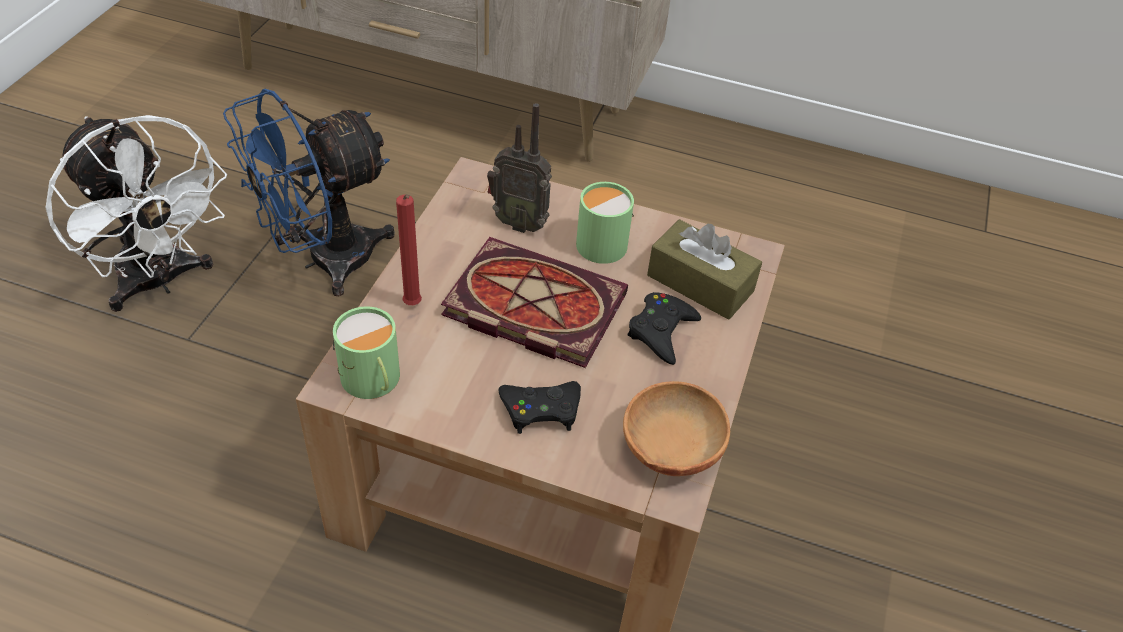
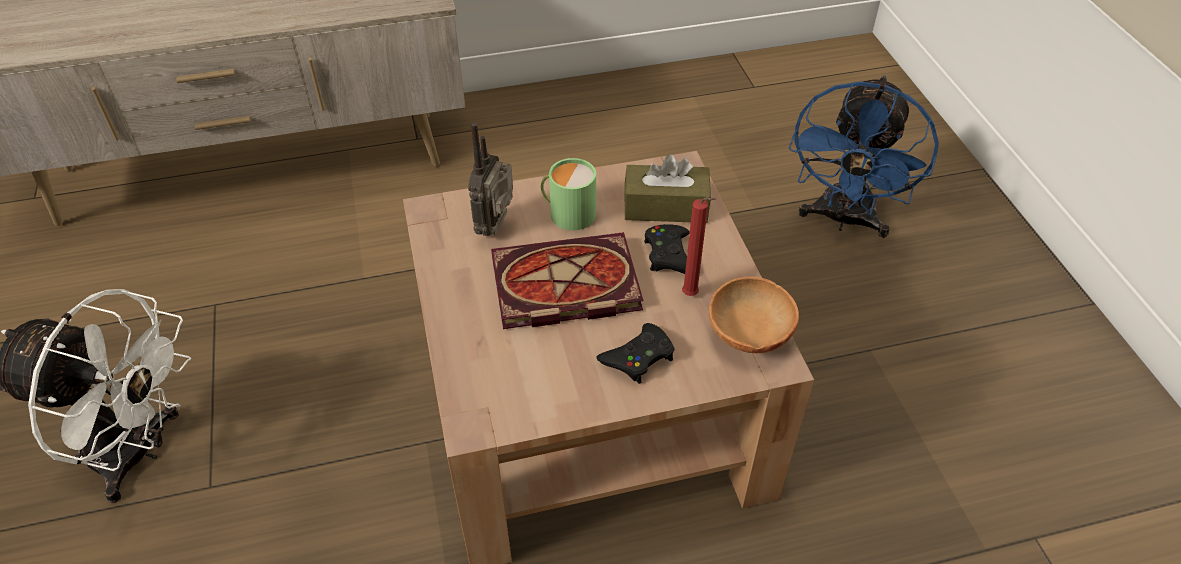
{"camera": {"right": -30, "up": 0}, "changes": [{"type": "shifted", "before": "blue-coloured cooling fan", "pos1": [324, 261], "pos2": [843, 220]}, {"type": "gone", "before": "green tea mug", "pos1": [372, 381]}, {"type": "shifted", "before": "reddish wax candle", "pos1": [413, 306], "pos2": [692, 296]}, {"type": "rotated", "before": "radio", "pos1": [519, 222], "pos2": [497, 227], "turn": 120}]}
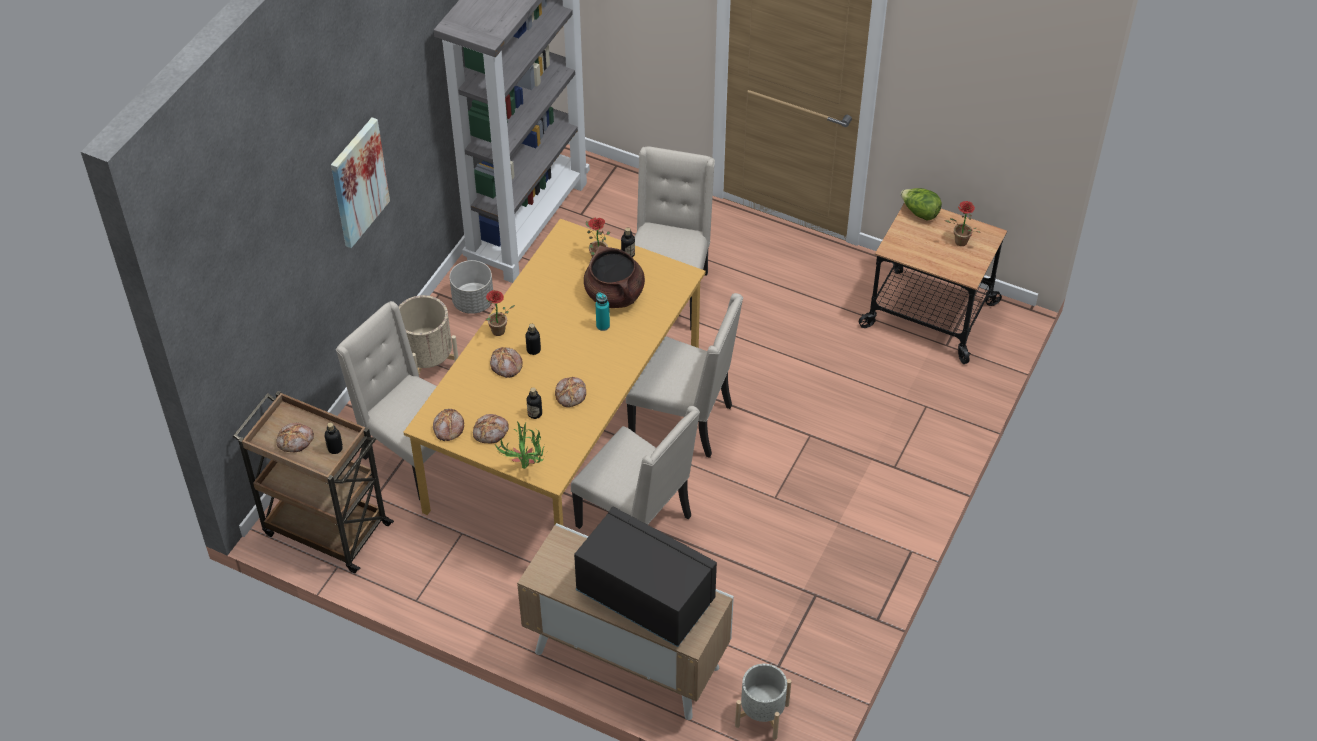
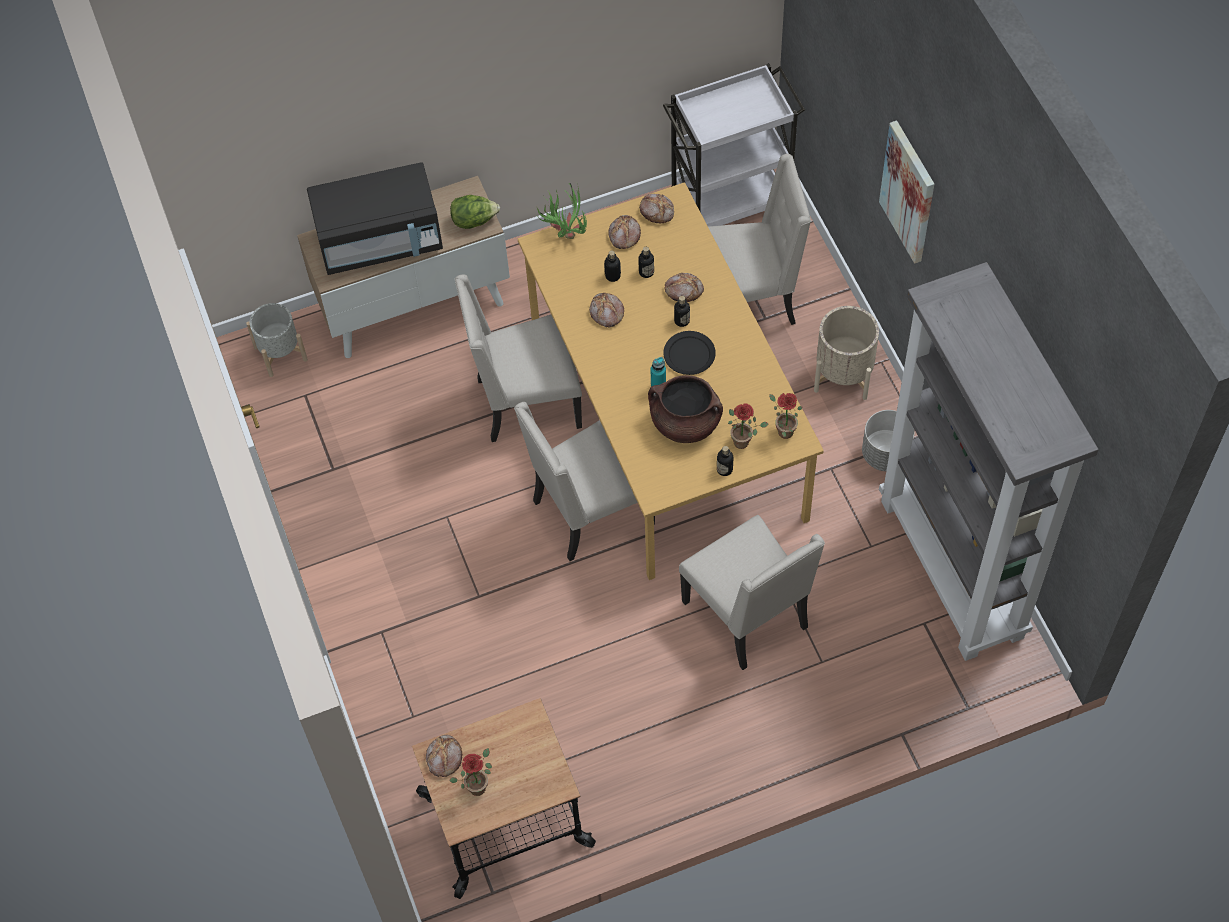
{"camera": {"right": 135, "up": 10}, "changes": [{"type": "repainted", "before": "brownish cart", "after": "whitish cart", "pos1": [325, 528], "pos2": [731, 200]}, {"type": "shifted", "before": "baked bread", "pos1": [296, 441], "pos2": [444, 758]}, {"type": "shifted", "before": "drink bottle", "pos1": [335, 448], "pos2": [646, 272]}, {"type": "shifted", "before": "houseplant", "pos1": [499, 333], "pos2": [782, 431]}, {"type": "shifted", "before": "lettuce head", "pos1": [919, 213], "pos2": [474, 220]}, {"type": "new", "after": "blackish plate", "pos2": [689, 354]}]}
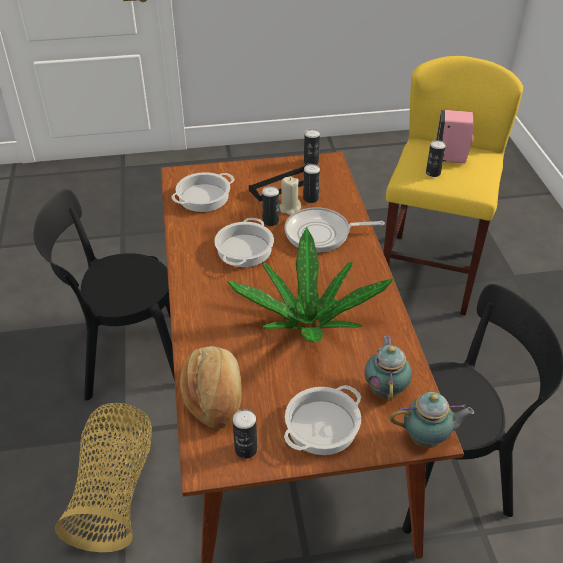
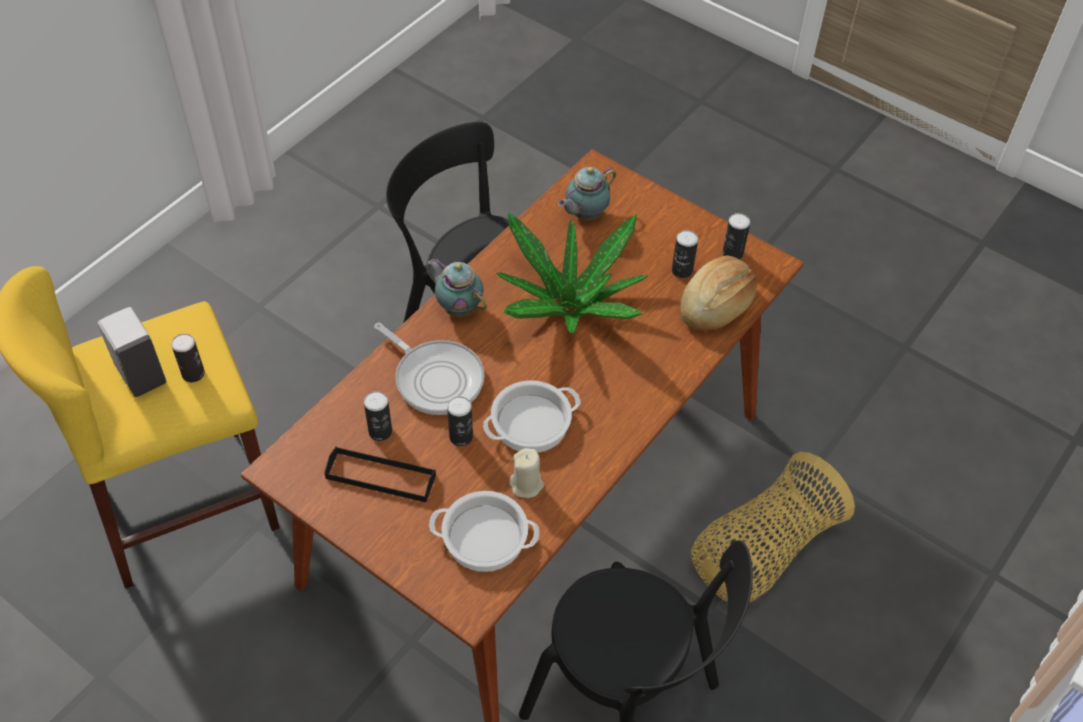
{"camera": {"right": -135, "up": 10}, "changes": [{"type": "shifted", "before": "sand-coloured wax candle", "pos1": [290, 208], "pos2": [526, 485]}, {"type": "gone", "before": "stockpot", "pos1": [322, 427]}, {"type": "shifted", "before": "can", "pos1": [311, 162], "pos2": [682, 270]}, {"type": "shifted", "before": "teapot", "pos1": [427, 438], "pos2": [458, 307]}, {"type": "repainted", "before": "pink soap dispenser", "after": "whitish soap dispenser", "pos1": [451, 159], "pos2": [140, 374]}]}
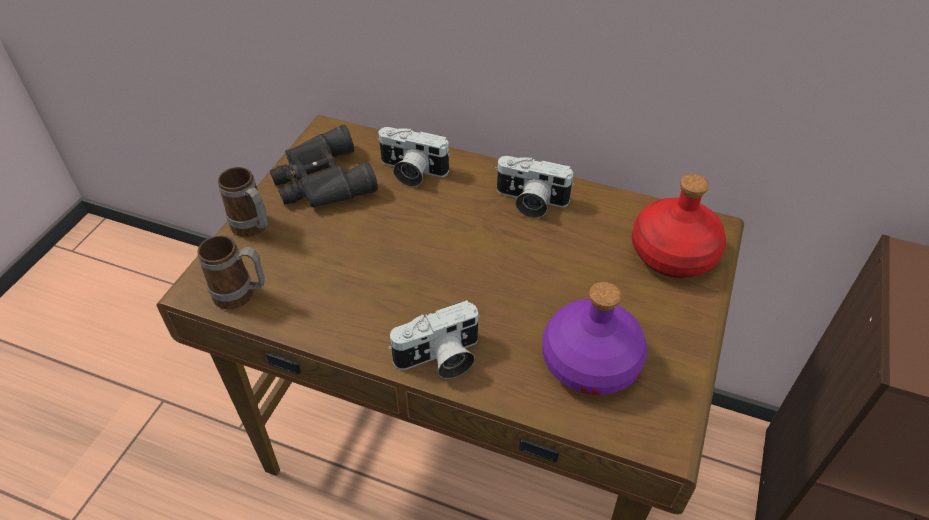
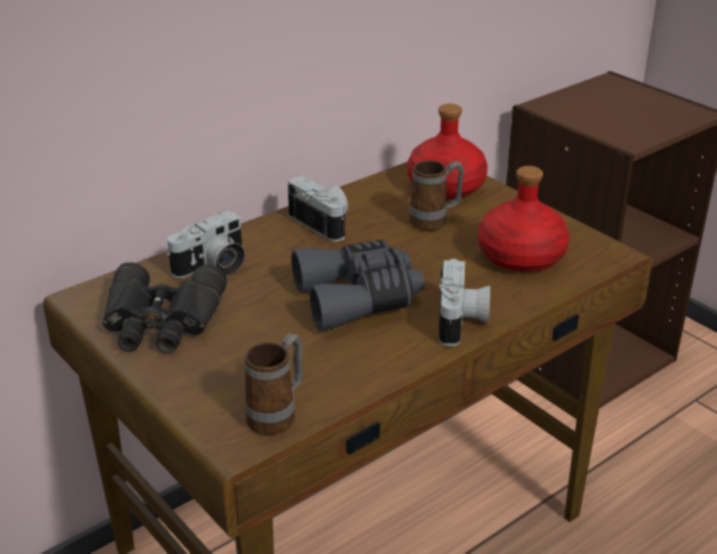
{"camera": {"right": -60, "up": -15}, "changes": [{"type": "shifted", "before": "tea mug", "pos1": [254, 229], "pos2": [435, 221]}, {"type": "rotated", "before": "photo camera", "pos1": [530, 202], "pos2": [324, 223], "turn": -90}, {"type": "repainted", "before": "purple drink bottle", "after": "reddish drink bottle", "pos1": [591, 362], "pos2": [522, 256]}, {"type": "new", "after": "gray binoculars", "pos2": [359, 298]}]}
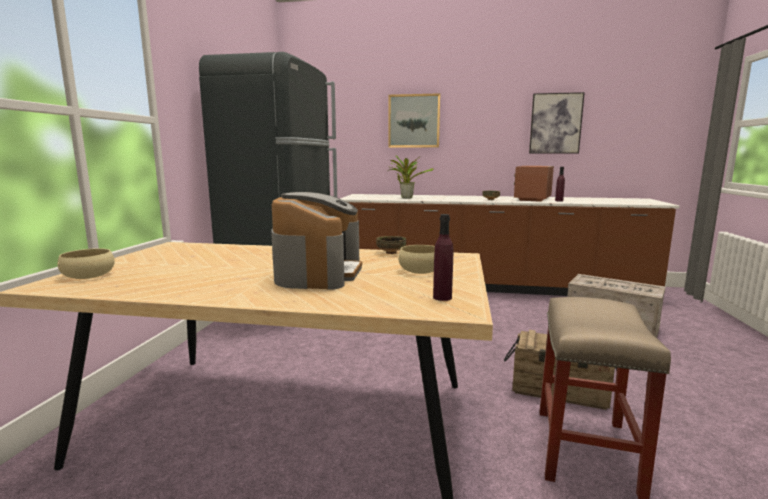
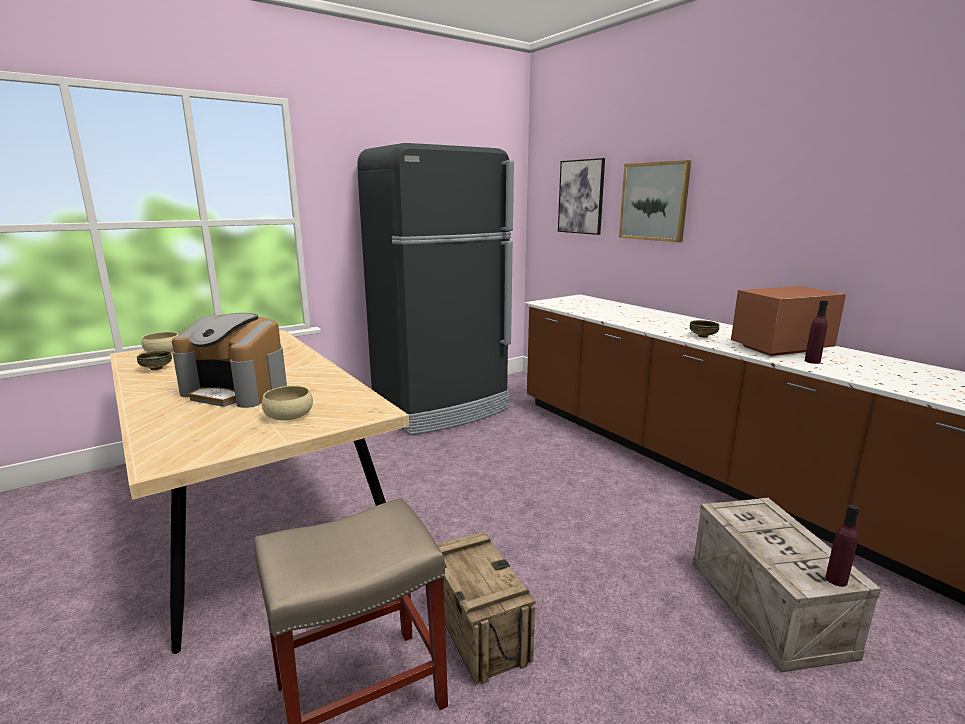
{"camera": {"right": 45, "up": 5}, "changes": [{"type": "rotated", "before": "coffee machine", "pos1": [319, 273], "pos2": [237, 391], "turn": 60}, {"type": "shifted", "before": "bowl", "pos1": [390, 253], "pos2": [156, 368]}, {"type": "gone", "before": "houseplant", "pos1": [406, 197]}, {"type": "shifted", "before": "purple drink bottle", "pos1": [442, 297], "pos2": [836, 580]}, {"type": "shifted", "before": "picture", "pos1": [555, 123], "pos2": [581, 197]}]}
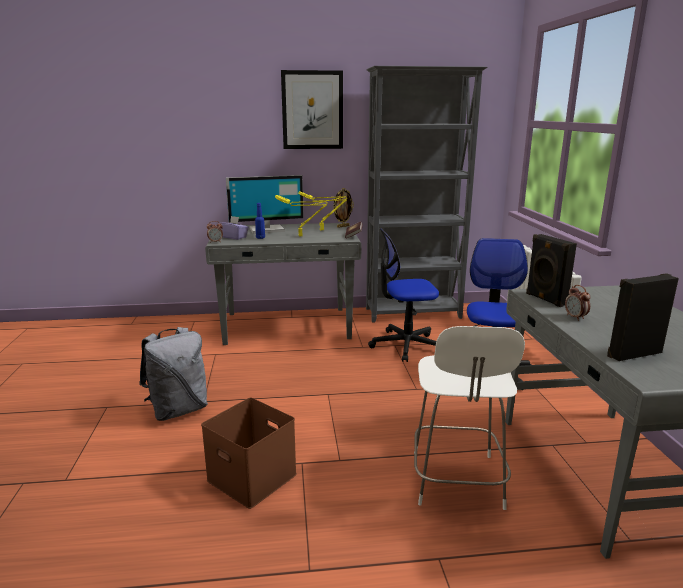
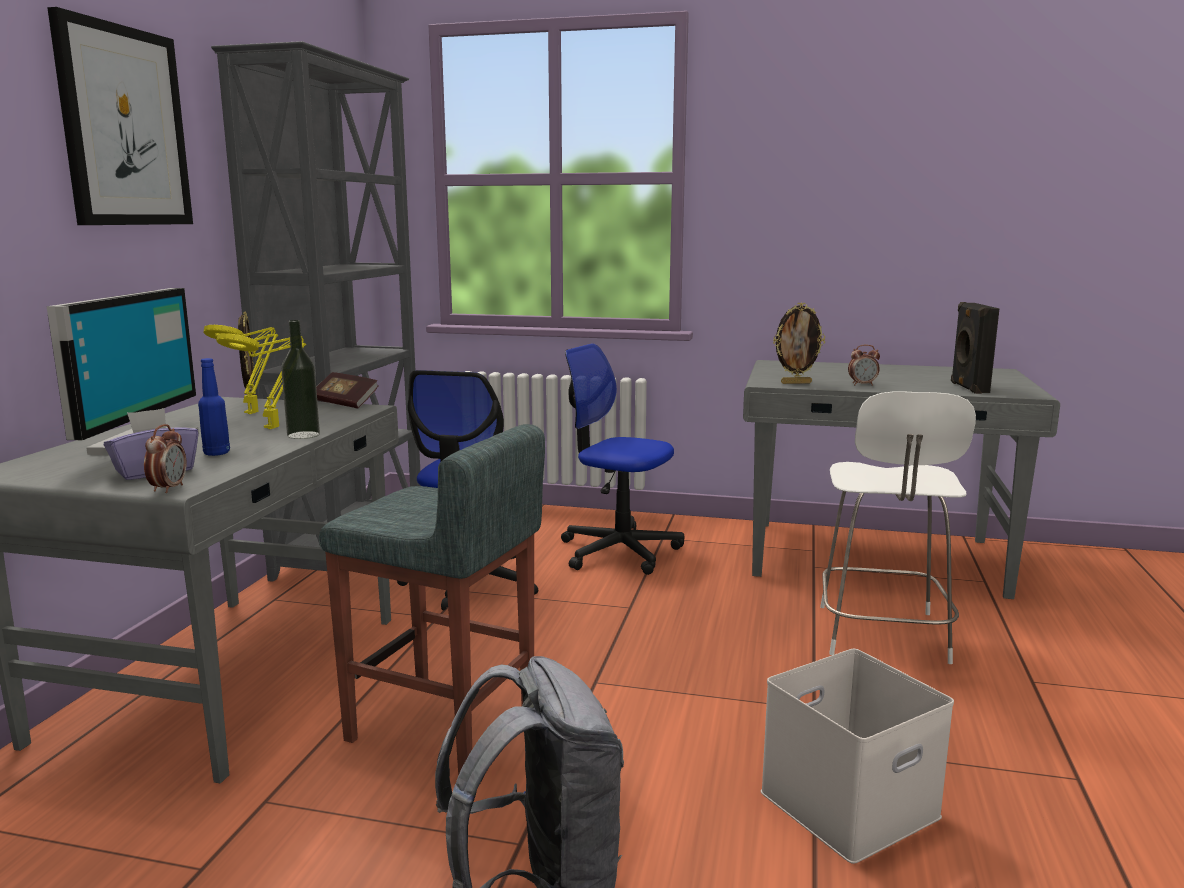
{"camera": {"right": -70, "up": -5}, "changes": [{"type": "repainted", "before": "brownish storage bin", "after": "whitish storage bin", "pos1": [254, 477], "pos2": [848, 801]}, {"type": "rotated", "before": "whitish chair", "pos1": [457, 482], "pos2": [882, 636], "turn": 75}, {"type": "swapped", "before": "blackish speaker", "after": "picture frame", "pos1": [544, 299], "pos2": [796, 383]}, {"type": "new", "after": "drink bottle", "pos2": [303, 435]}, {"type": "new", "after": "gray stool", "pos2": [444, 725]}]}
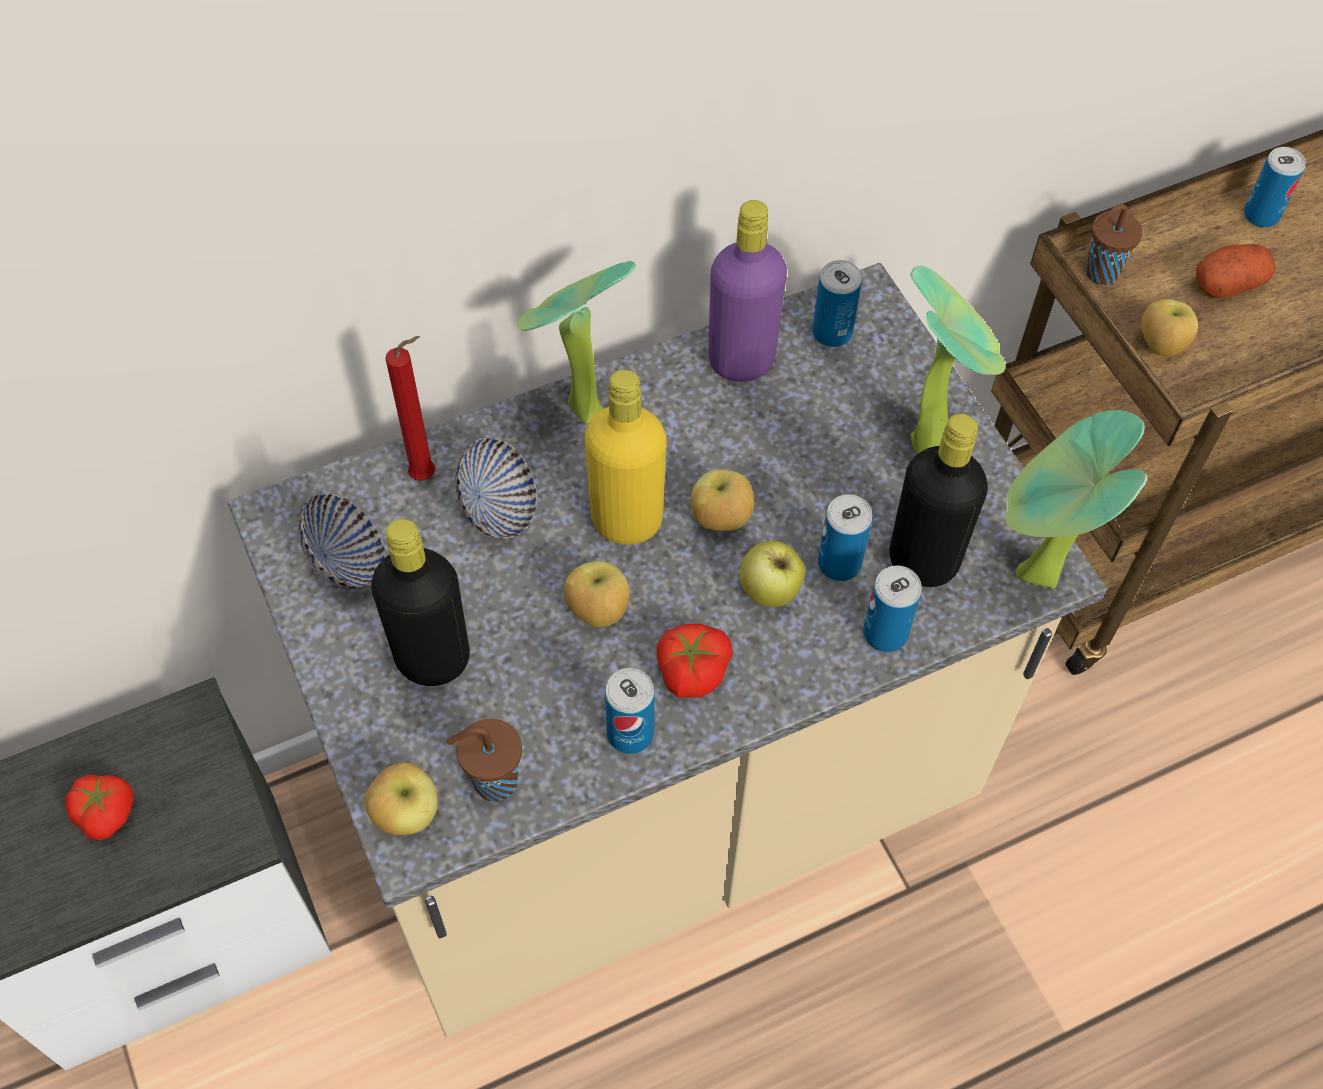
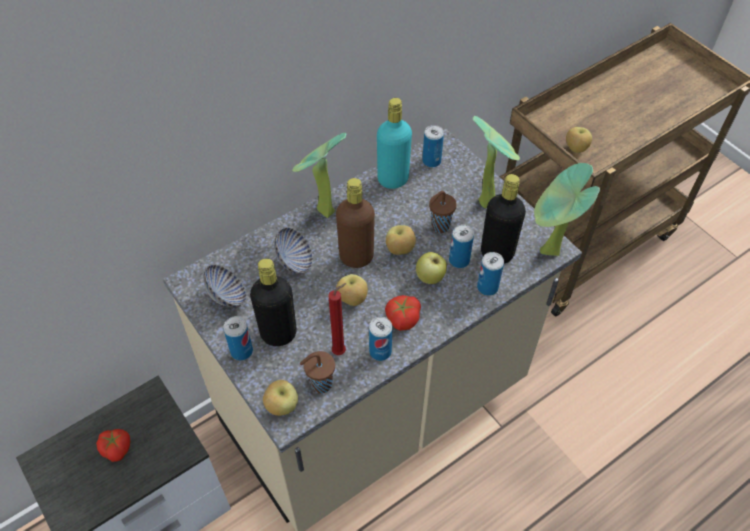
{"camera": {"right": -10, "up": -5}, "changes": [{"type": "shifted", "before": "reddish wax candle", "pos1": [427, 475], "pos2": [341, 351]}, {"type": "repainted", "before": "yellow-coloured drink bottle", "after": "brownish drink bottle", "pos1": [627, 520], "pos2": [356, 257]}, {"type": "repainted", "before": "purple drink bottle", "after": "turquoise-coloured drink bottle", "pos1": [741, 361], "pos2": [393, 179]}, {"type": "shifted", "before": "brownish small cup", "pos1": [1099, 273], "pos2": [439, 226]}, {"type": "gone", "before": "potato", "pos1": [1228, 283]}, {"type": "shifted", "before": "can", "pos1": [1261, 215], "pos2": [241, 351]}]}
